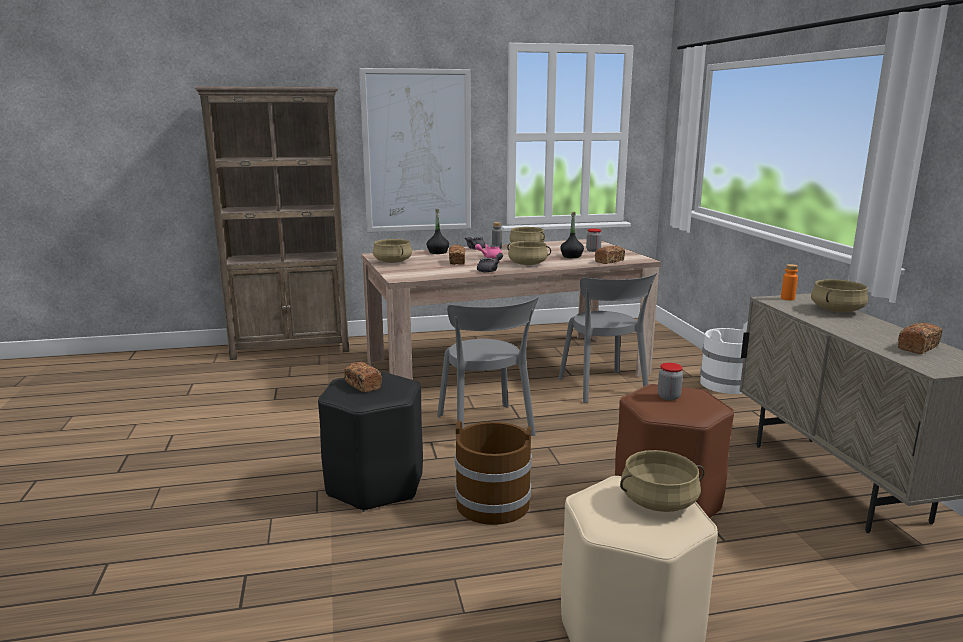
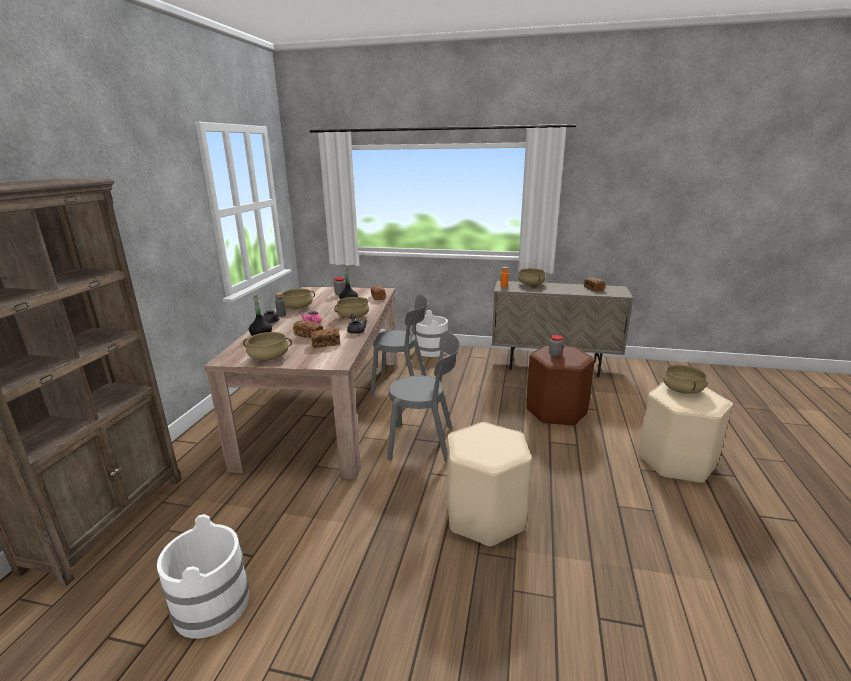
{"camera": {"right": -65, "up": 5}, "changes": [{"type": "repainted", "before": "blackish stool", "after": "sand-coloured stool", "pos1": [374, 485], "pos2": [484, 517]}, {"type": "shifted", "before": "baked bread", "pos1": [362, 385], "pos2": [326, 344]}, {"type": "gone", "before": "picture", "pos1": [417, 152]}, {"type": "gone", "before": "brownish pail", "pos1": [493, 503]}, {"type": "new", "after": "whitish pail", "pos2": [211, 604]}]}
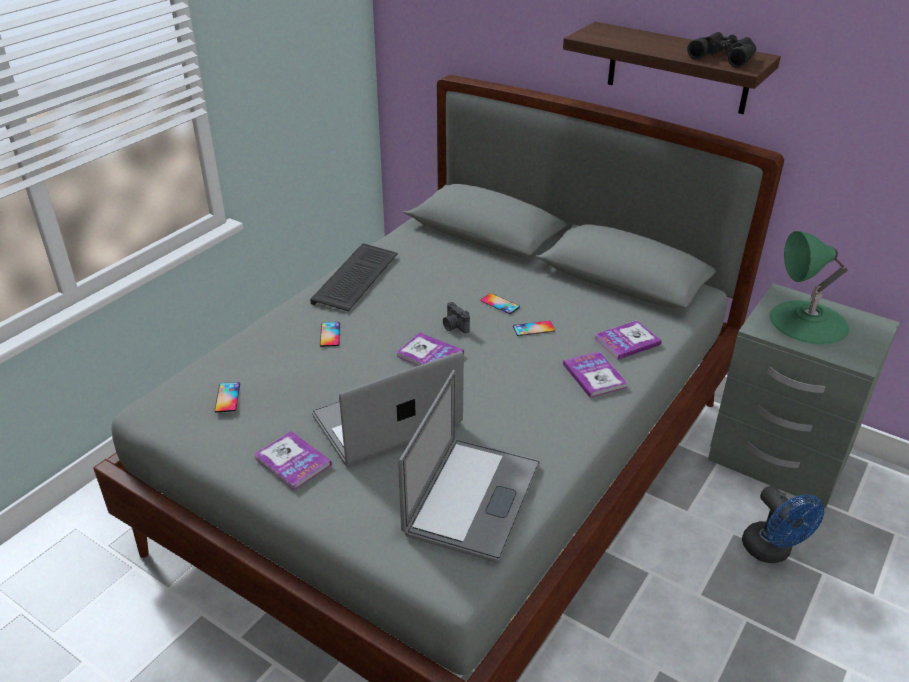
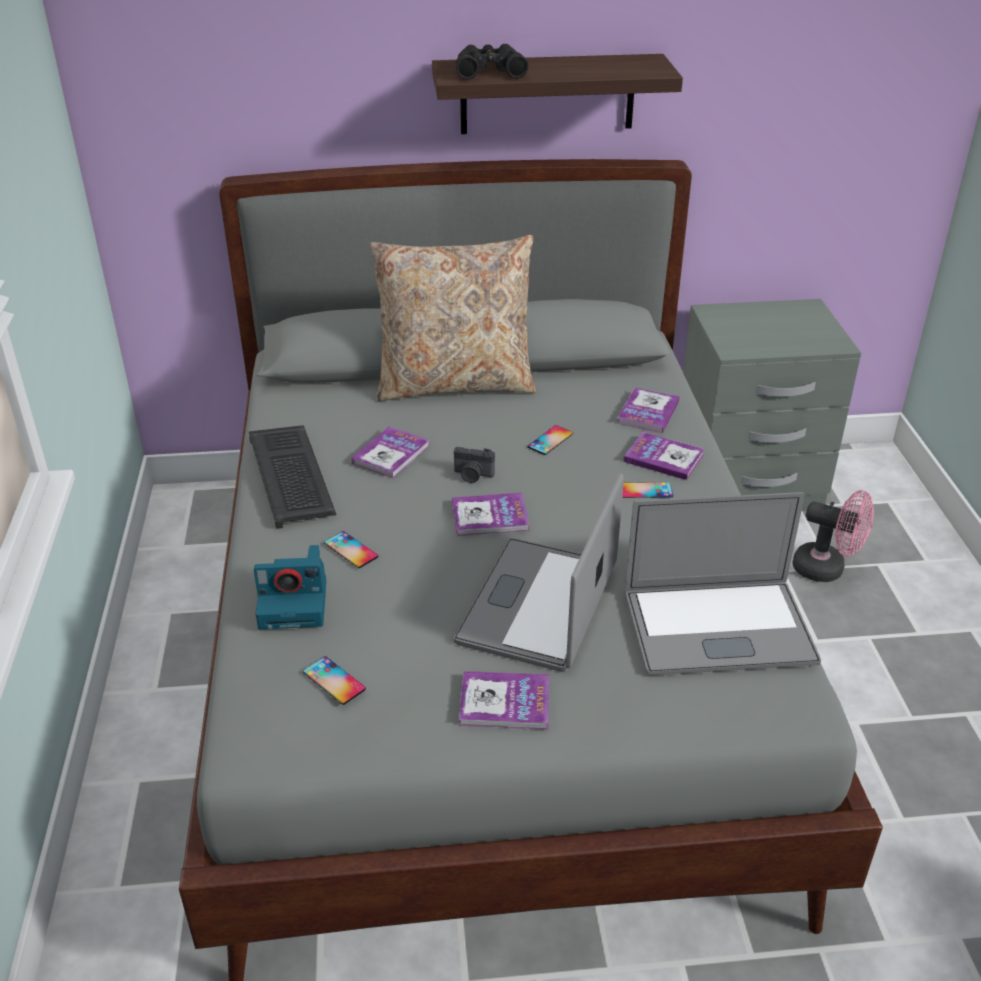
{"camera": {"right": -40, "up": 0}, "changes": [{"type": "rotated", "before": "notebook computer", "pos1": [473, 498], "pos2": [718, 627], "turn": 105}, {"type": "shifted", "before": "phone", "pos1": [500, 304], "pos2": [645, 490]}, {"type": "shifted", "before": "blackish binoculars", "pos1": [724, 56], "pos2": [489, 70]}, {"type": "repainted", "before": "blue-coloured cooling fan", "after": "pink cooling fan", "pos1": [771, 552], "pos2": [827, 569]}, {"type": "gone", "before": "green lamp for a table", "pos1": [808, 322]}, {"type": "new", "after": "photo camera", "pos2": [295, 603]}, {"type": "new", "after": "book", "pos2": [391, 454]}, {"type": "new", "after": "sand-coloured throw pillow", "pos2": [455, 383]}]}
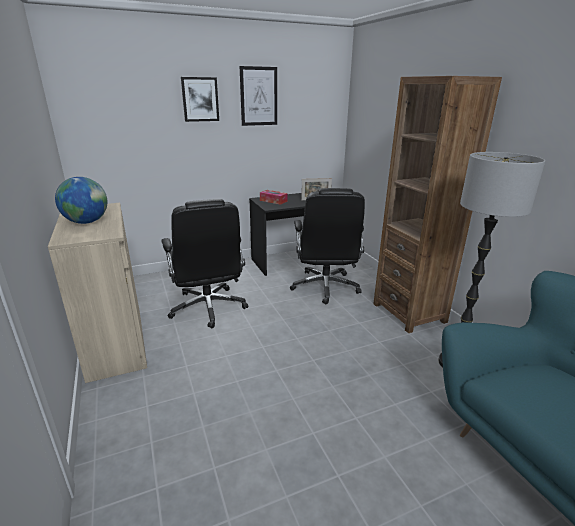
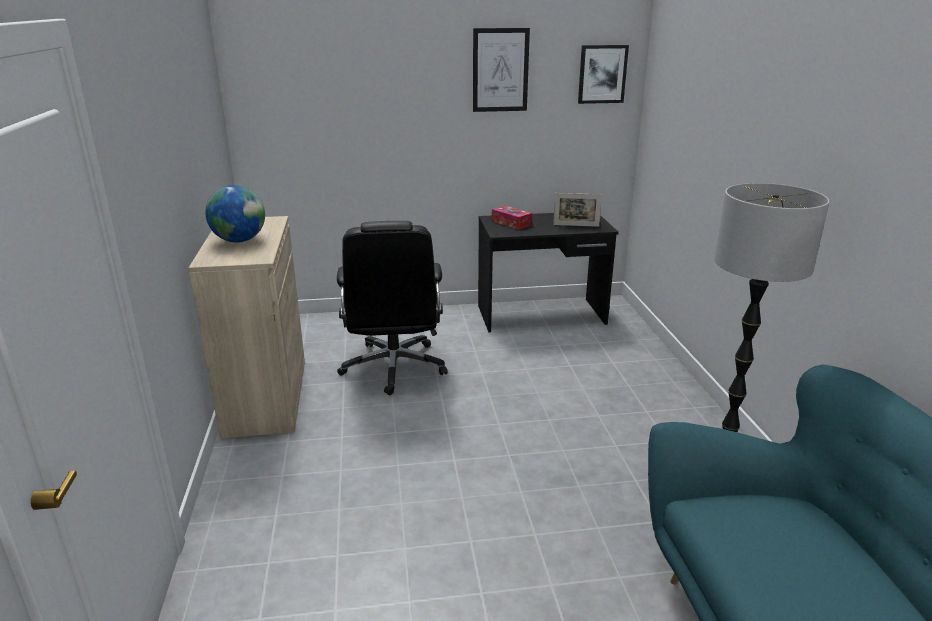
{"camera": {"right": 15, "up": 0}, "changes": [{"type": "shifted", "before": "picture", "pos1": [200, 99], "pos2": [602, 74]}, {"type": "gone", "before": "blackish office chair", "pos1": [325, 287]}, {"type": "gone", "before": "brownish bookshelf", "pos1": [409, 313]}]}
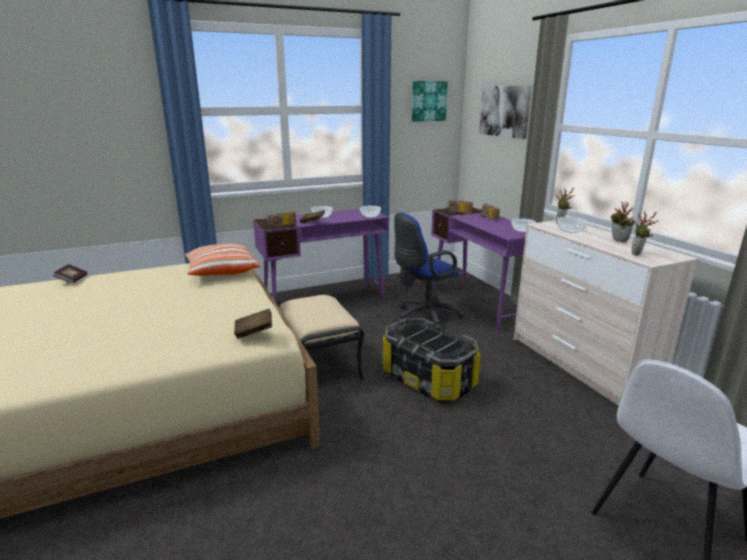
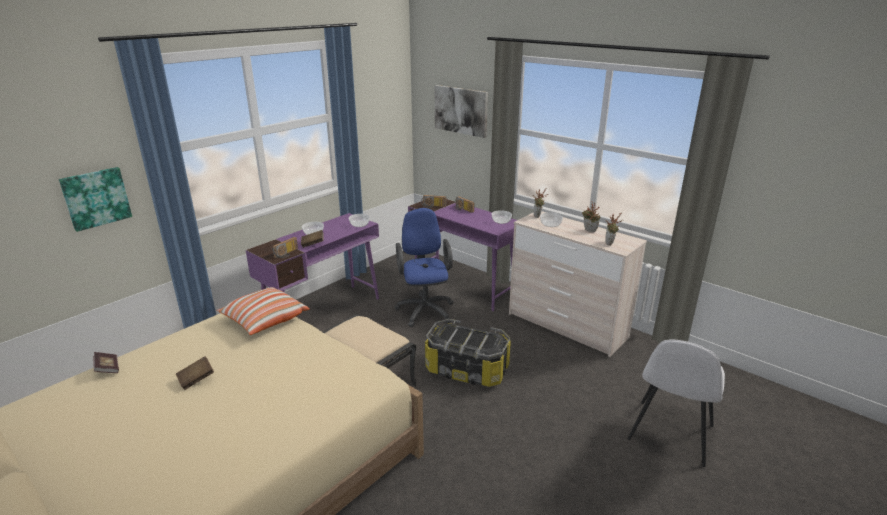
{"camera": {"right": -25, "up": 5}, "changes": [{"type": "shifted", "before": "brownish book", "pos1": [254, 332], "pos2": [196, 379]}, {"type": "rotated", "before": "blue-coloured office chair", "pos1": [423, 317], "pos2": [425, 309], "turn": 135}, {"type": "shifted", "before": "picture", "pos1": [428, 101], "pos2": [96, 198]}]}
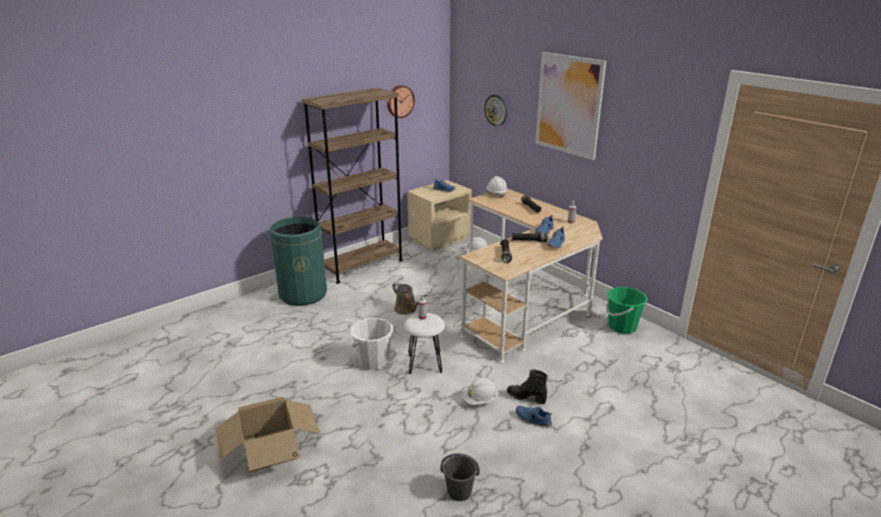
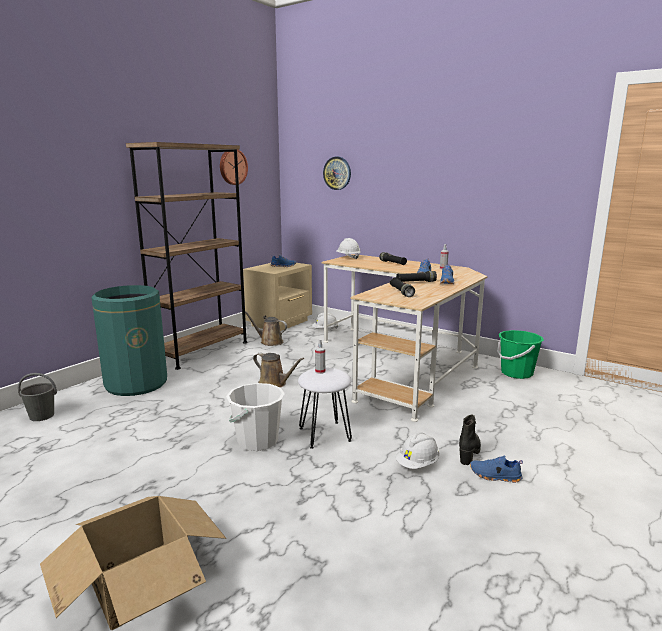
{"camera": {"right": -15, "up": -10}, "changes": [{"type": "shifted", "before": "gray pail", "pos1": [459, 491], "pos2": [41, 416]}, {"type": "rotated", "before": "blackish high-top boot", "pos1": [526, 397], "pos2": [469, 452], "turn": 105}, {"type": "gone", "before": "picture", "pos1": [569, 105]}, {"type": "new", "after": "brownish sprinkling can", "pos2": [269, 342]}]}
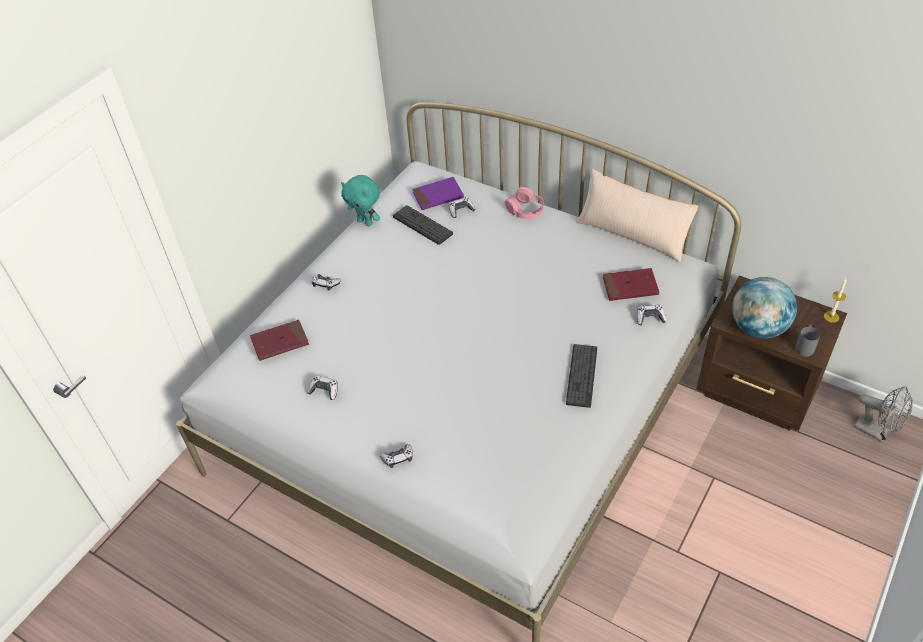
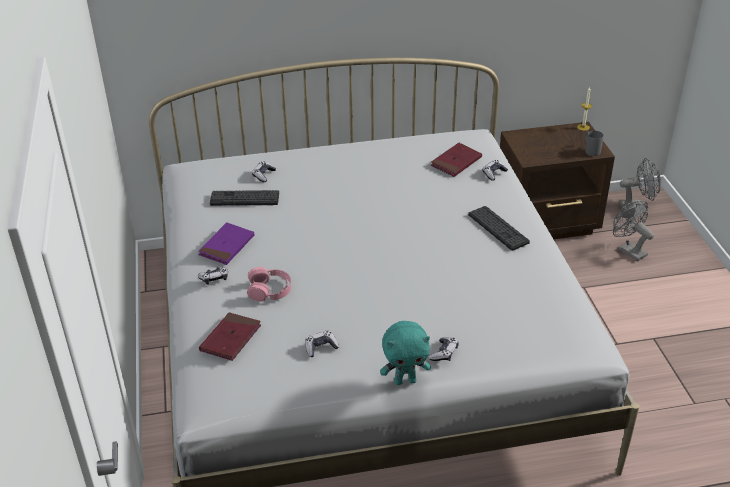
{"camera": {"right": -45, "up": -10}, "changes": [{"type": "shifted", "before": "turquoise-coloured plush toy", "pos1": [365, 222], "pos2": [405, 380]}, {"type": "shifted", "before": "purple book", "pos1": [438, 195], "pos2": [227, 246]}, {"type": "shifted", "before": "pink headphones", "pos1": [525, 209], "pos2": [269, 290]}, {"type": "gone", "before": "sand-coloured throw pillow", "pos1": [633, 234]}, {"type": "gone", "before": "world globe", "pos1": [758, 328]}, {"type": "new", "after": "gray cooling fan", "pos2": [628, 250]}]}
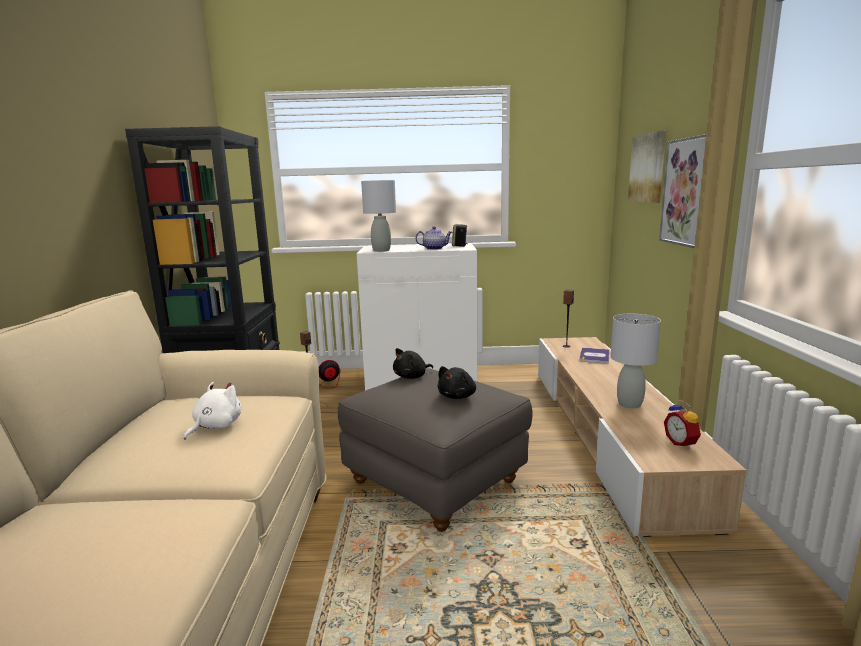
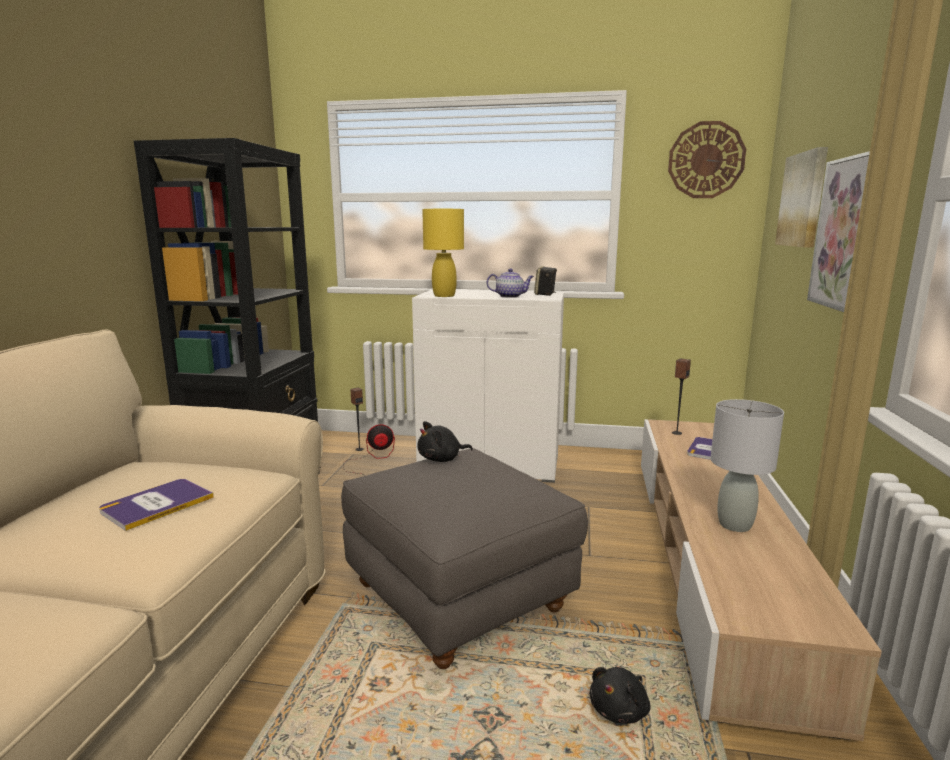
{"camera": {"right": 10, "up": 0}, "changes": [{"type": "swapped", "before": "whitish plush toy", "after": "book", "pos1": [215, 426], "pos2": [157, 504]}, {"type": "repainted", "before": "gray lamp for a table", "after": "yellow-coloured lamp for a table", "pos1": [381, 250], "pos2": [443, 296]}, {"type": "shifted", "before": "blackish plush toy", "pos1": [458, 396], "pos2": [620, 710]}, {"type": "gone", "before": "table clock", "pos1": [682, 443]}, {"type": "new", "after": "hanging clock", "pos2": [706, 160]}]}
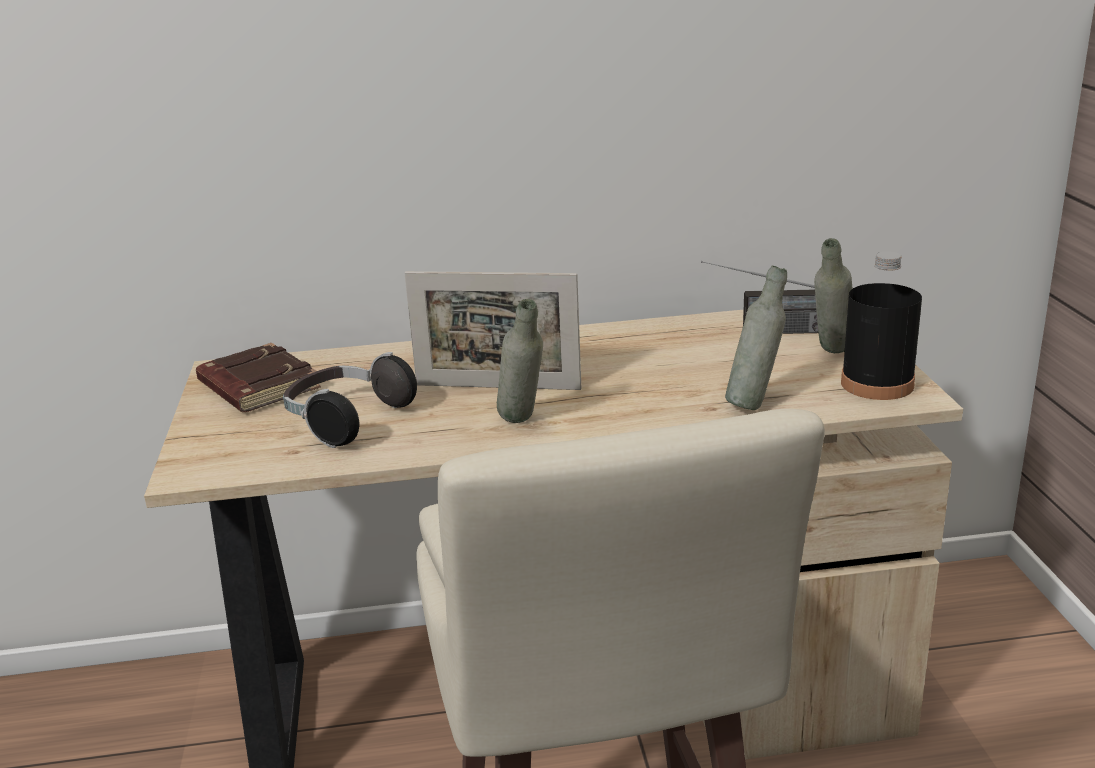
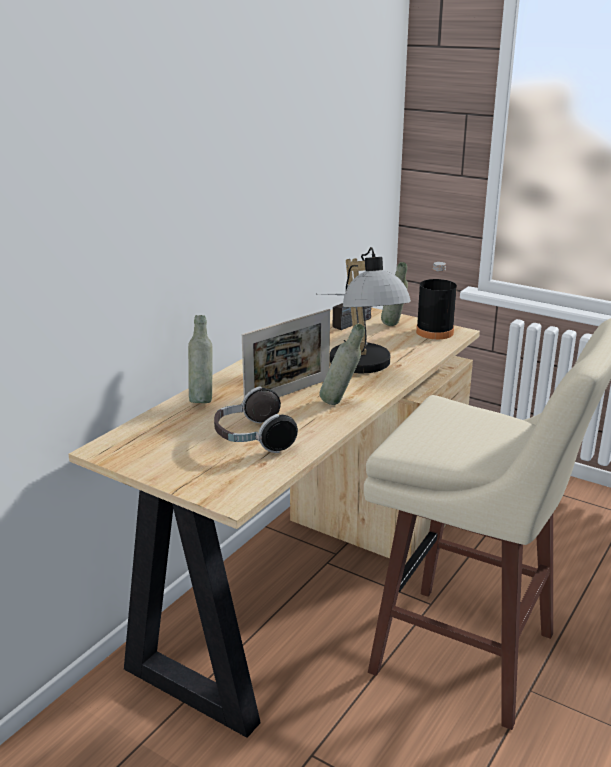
{"camera": {"right": -50, "up": 0}, "changes": [{"type": "gone", "before": "brownish book", "pos1": [256, 387]}, {"type": "shifted", "before": "gray drink bottle", "pos1": [755, 403], "pos2": [202, 400]}, {"type": "new", "after": "lamp for a table", "pos2": [365, 368]}]}
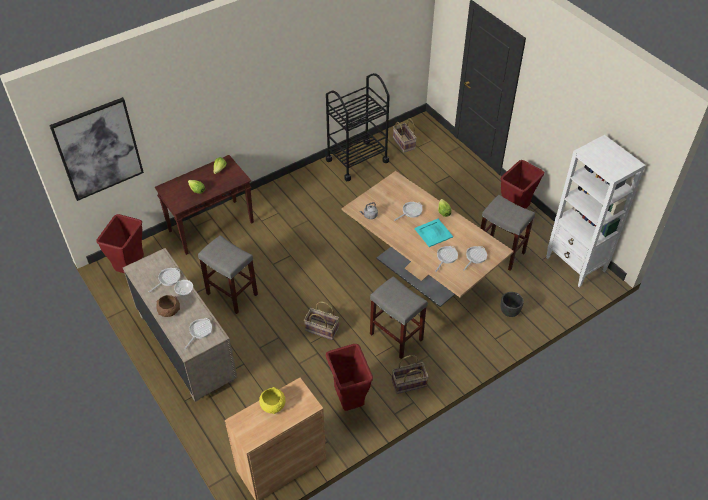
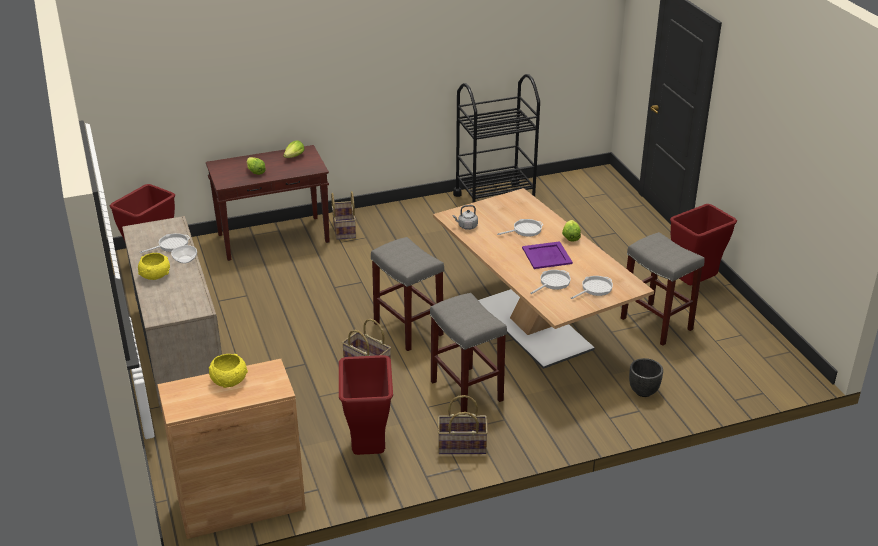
{"camera": {"right": 15, "up": -15}, "changes": [{"type": "gone", "before": "picture", "pos1": [98, 149]}, {"type": "repainted", "before": "brownish bowl", "after": "yellow-coloured bowl", "pos1": [169, 311], "pos2": [155, 275]}, {"type": "gone", "before": "frying pan", "pos1": [199, 331]}, {"type": "shifted", "before": "gray stool", "pos1": [231, 294], "pos2": [407, 329]}, {"type": "shifted", "before": "storage basket", "pos1": [403, 143], "pos2": [343, 229]}, {"type": "repainted", "before": "turquoise-coloured carrying tray", "after": "purple carrying tray", "pos1": [433, 233], "pos2": [546, 256]}, {"type": "gone", "before": "whitish bookshelf", "pos1": [576, 265]}]}
